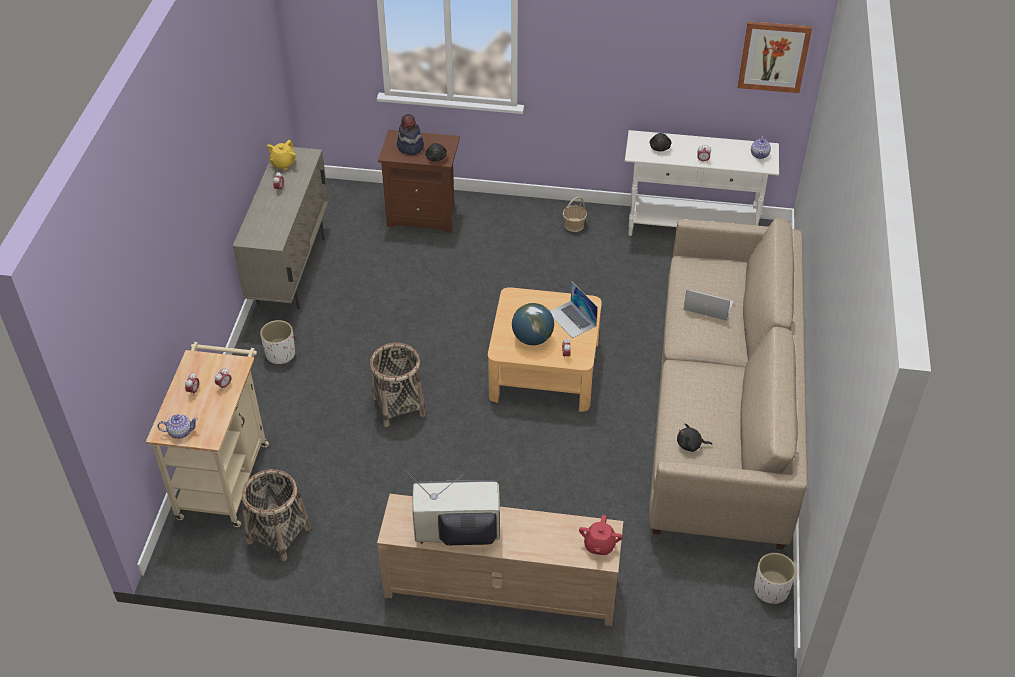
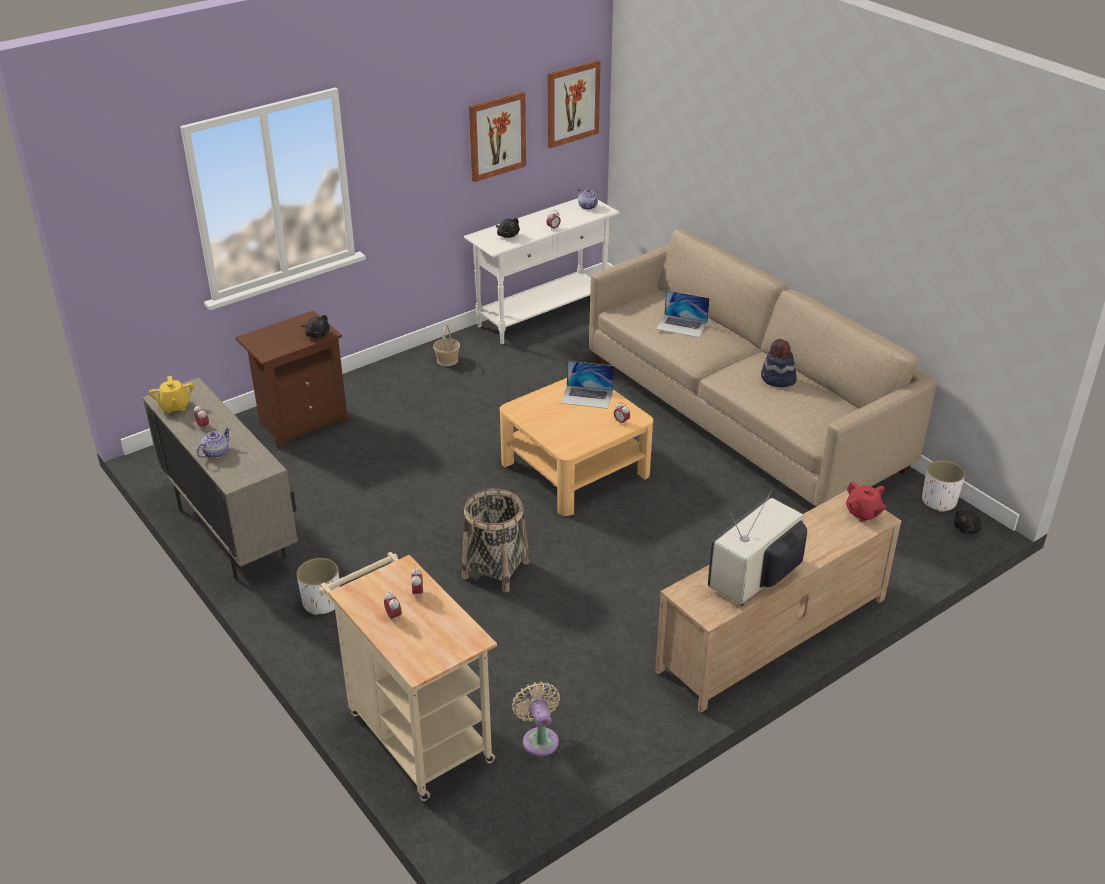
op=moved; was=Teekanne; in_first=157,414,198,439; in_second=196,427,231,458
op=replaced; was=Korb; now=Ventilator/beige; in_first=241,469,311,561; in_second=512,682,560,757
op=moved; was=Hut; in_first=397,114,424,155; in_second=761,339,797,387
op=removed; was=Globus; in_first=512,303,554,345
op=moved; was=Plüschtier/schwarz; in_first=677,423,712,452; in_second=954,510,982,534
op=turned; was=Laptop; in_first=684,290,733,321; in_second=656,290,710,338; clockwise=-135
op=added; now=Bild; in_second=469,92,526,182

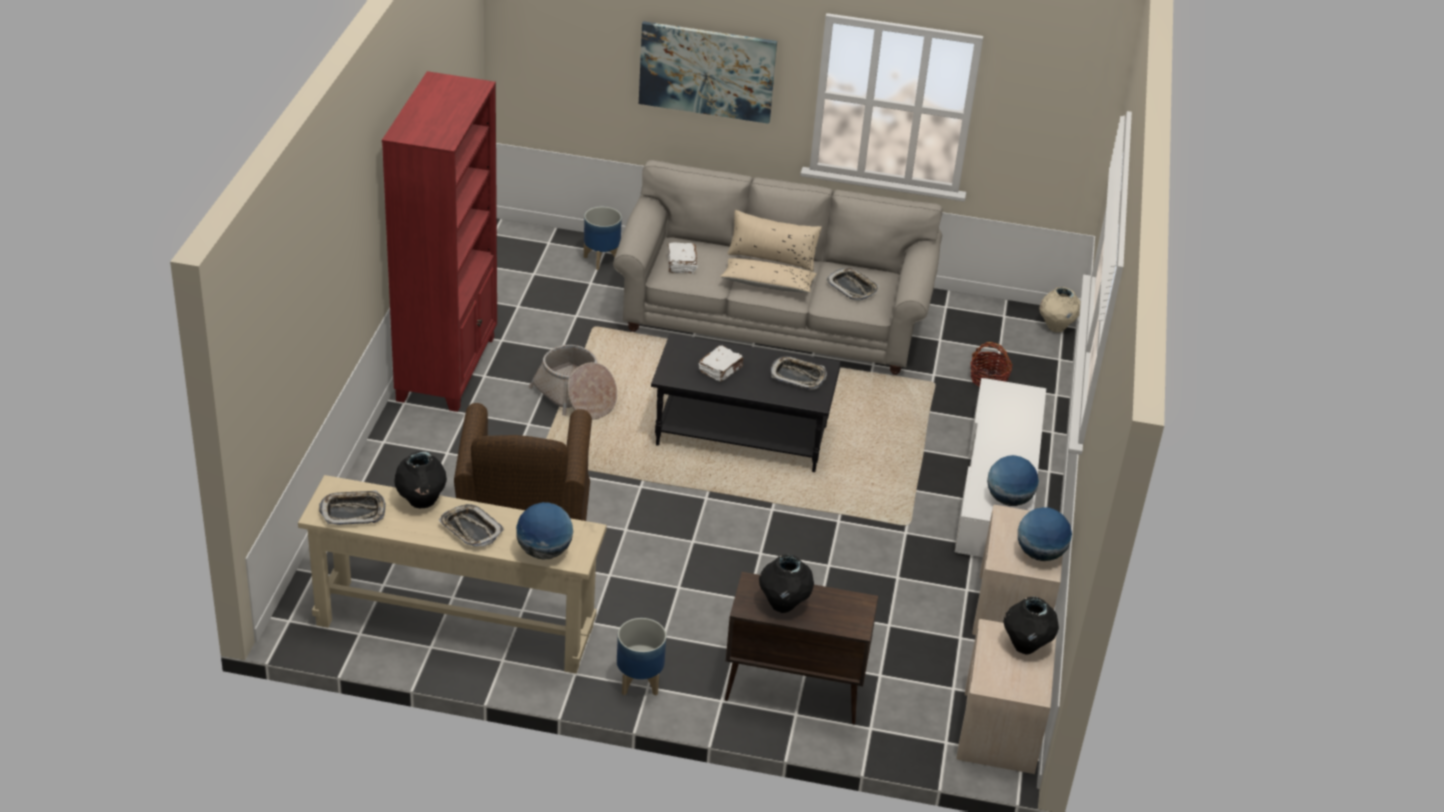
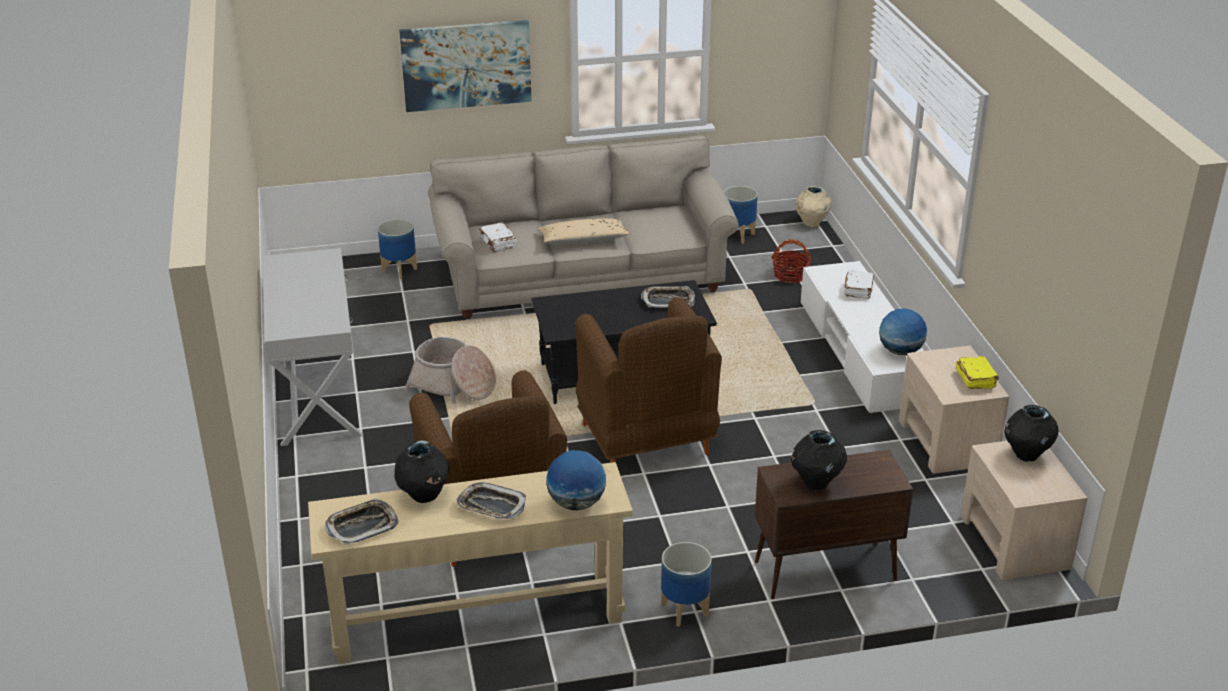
op=replaced; was=Bücherregal/rot; now=Konsolentisch/weiß; in_first=382,71,497,412; in_second=262,248,363,446
op=moved; was=Buch/weiß; in_first=699,345,743,381; in_second=844,270,874,299
op=removed; was=Kissen/beige; in_first=727,210,822,272
op=removed; was=Tablett; in_first=826,268,879,301
op=replaced; was=Globus; now=Buch/gelb; in_first=1018,507,1072,561; in_second=955,356,999,389
op=added; now=Sessel/braun; in_second=575,297,722,463
op=added; now=Pflanzkübel; in_second=724,186,758,244

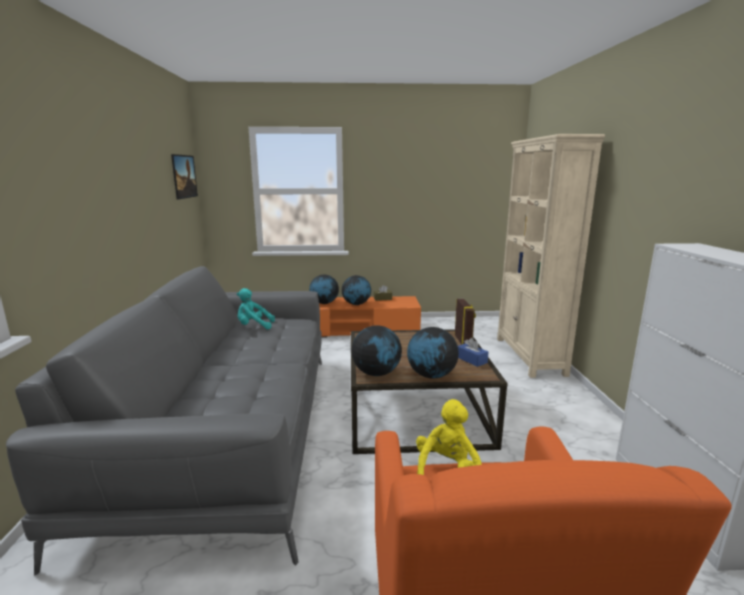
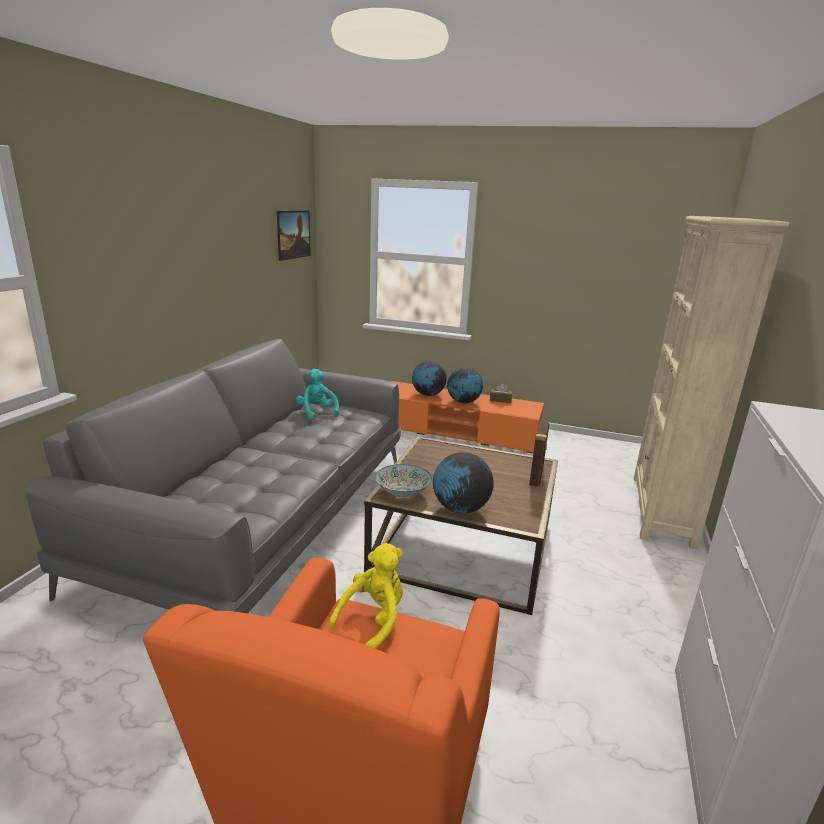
op=turned; was=Plüschtier/türkis; in_first=237,288,275,329; in_second=296,369,339,419; clockwise=45
op=replaced; was=Globus; now=Schüssel; in_first=352,325,402,376; in_second=375,464,432,497
op=removed; was=Taschentuchbox/blau; in_first=458,338,488,367

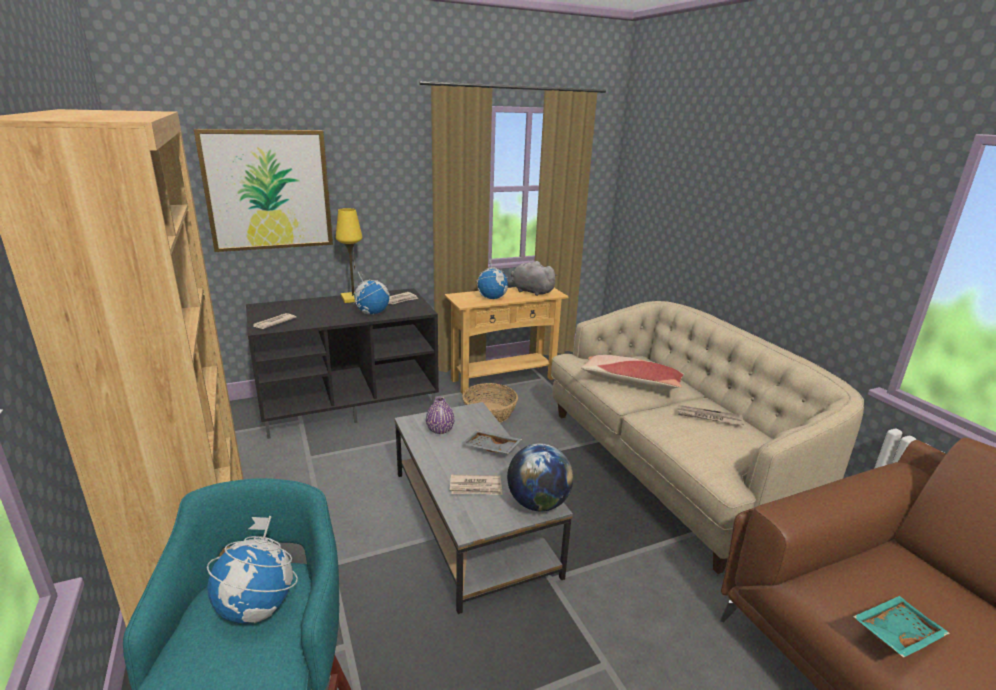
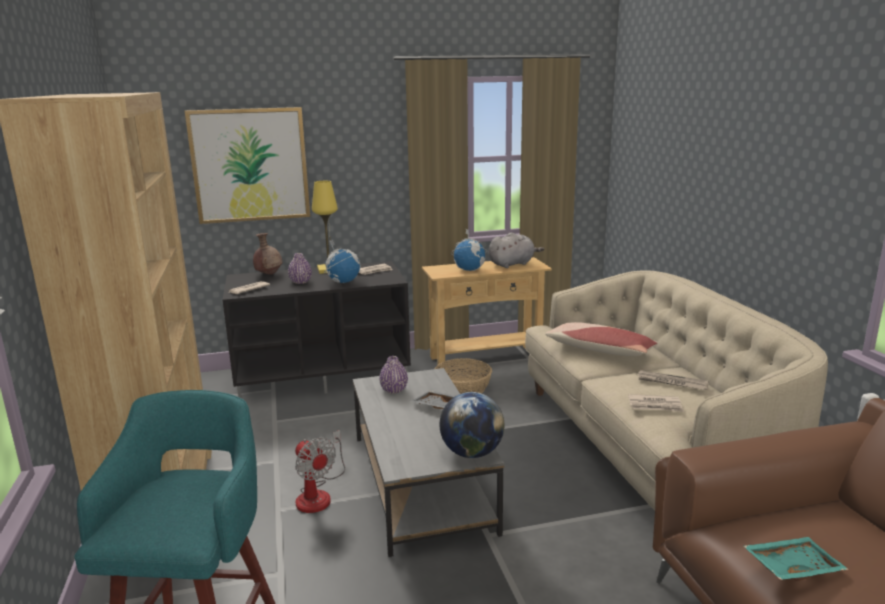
op=removed; was=Globus; in_first=207,516,298,623
op=moved; was=Zeitung; in_first=449,474,502,495; in_second=628,394,684,412
op=turned; was=Plüschtier/grau; in_first=511,261,558,296; in_second=489,232,544,268; clockwise=105
op=added; now=Vase/braun; in_second=253,233,283,275
op=added; now=Vase/lila; in_second=288,253,312,284
op=added; now=Ventilator; in_second=295,430,345,513

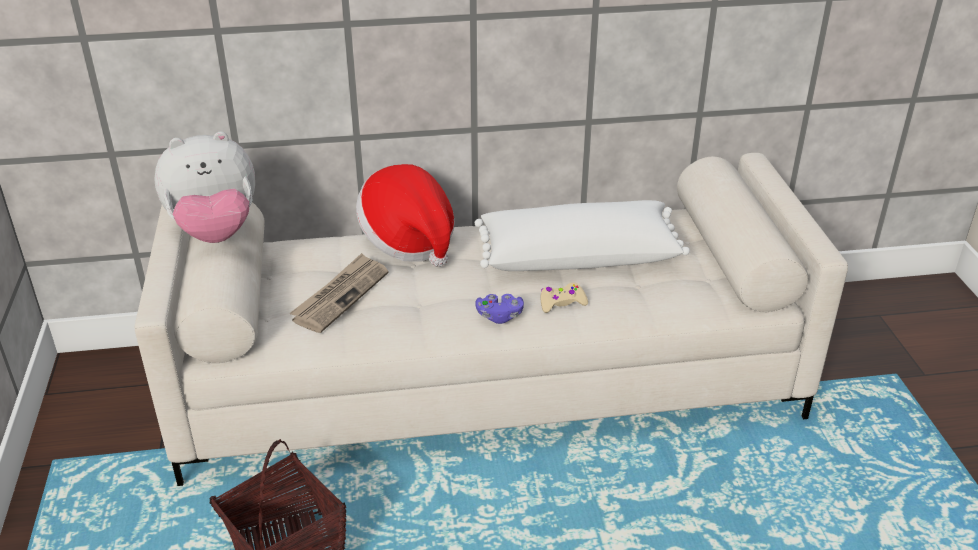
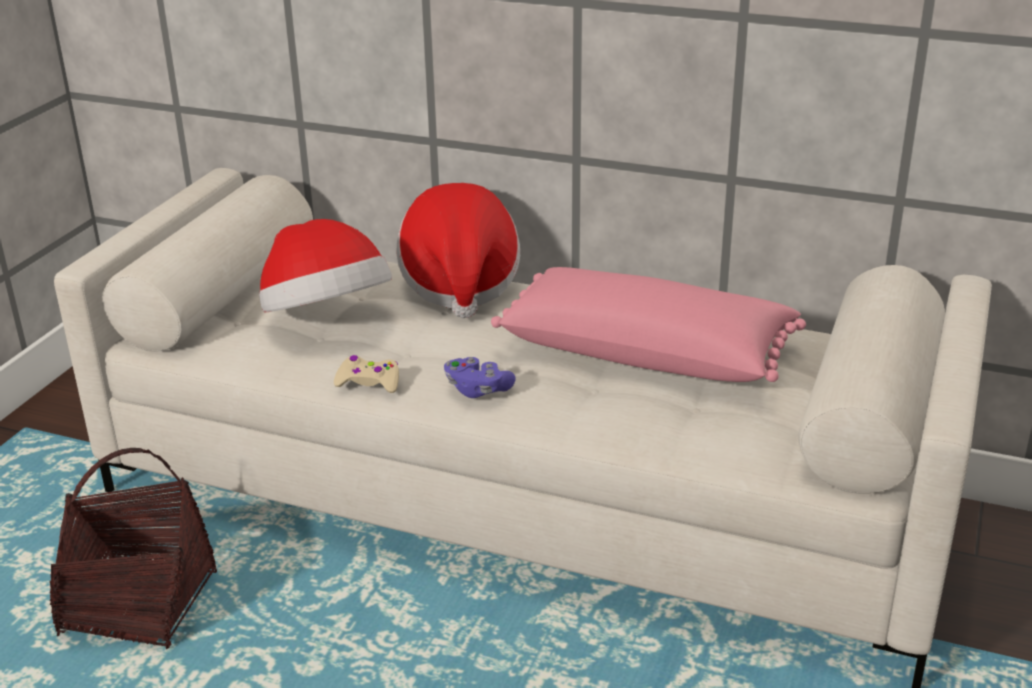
op=removed; was=Plüschtier; in_first=154,131,255,243
op=replaced; was=Zeitung; now=Hut; in_first=289,253,388,333; in_second=259,219,392,312
op=recoloured; was=Kissen/weiß; now=Kissen/rosa; in_first=475,200,690,271; in_second=491,267,806,382
op=moved; was=Gamepad/beige; in_first=541,283,588,313; in_second=334,355,399,393

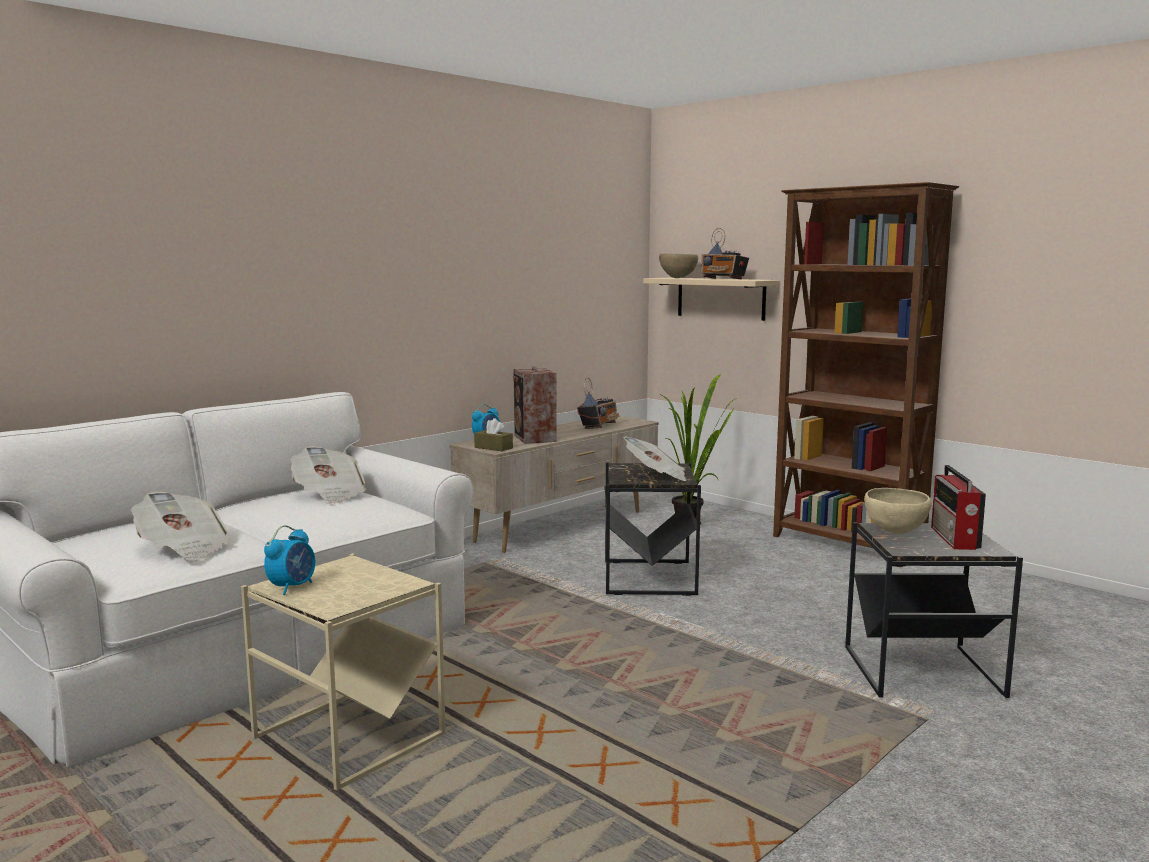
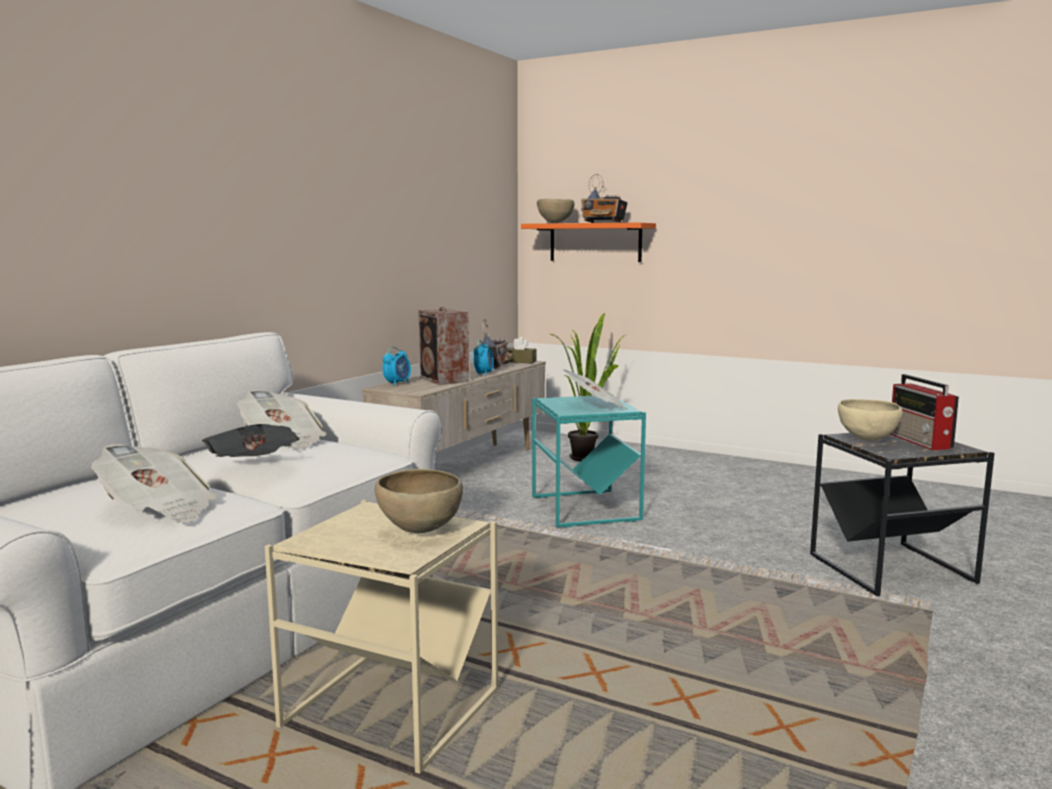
op=moved; was=Wecker; in_first=264,525,315,595; in_second=473,340,494,376
op=moved; was=Taschentuchbox/braun; in_first=474,418,513,451; in_second=508,337,536,363
op=recoloured; was=Beistelltisch/schwarz; now=Beistelltisch/türkis; in_first=605,462,701,596; in_second=532,394,646,527
op=recoloured; was=Wandregal/beige; now=Wandregal/orange; in_first=643,278,780,321; in_second=521,222,656,262
op=removed; was=Bücherregal/braun; in_first=773,182,959,567
op=added; now=Zeitung; in_second=202,424,299,457
op=added; now=Schüssel/braun; in_second=375,469,463,533

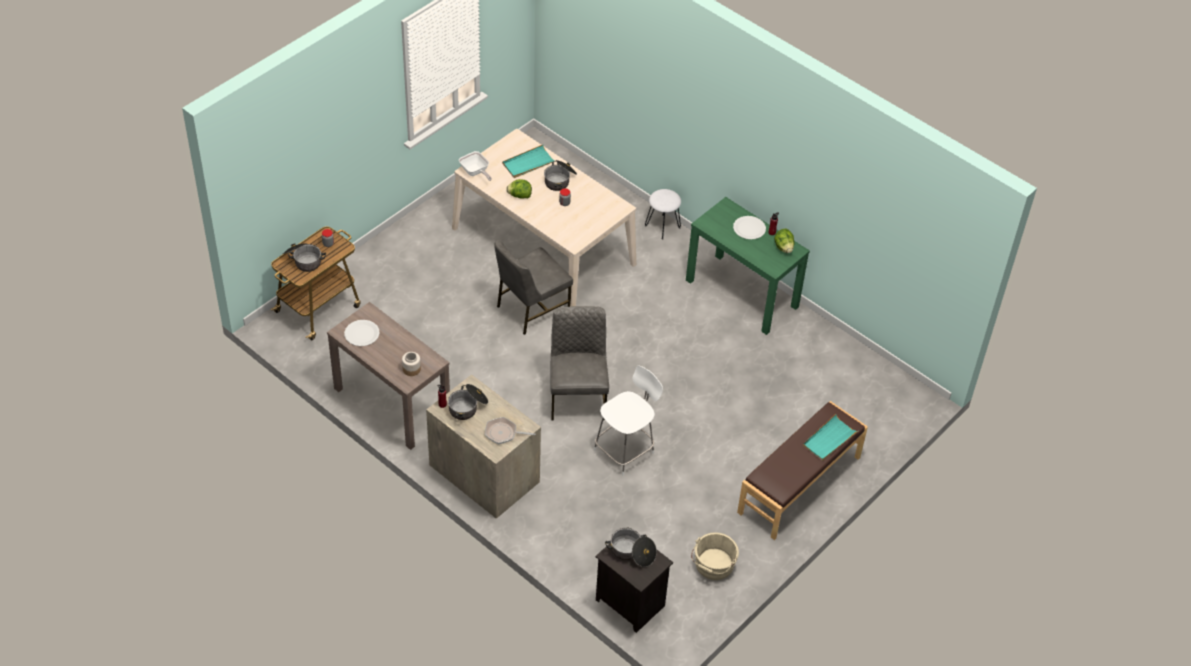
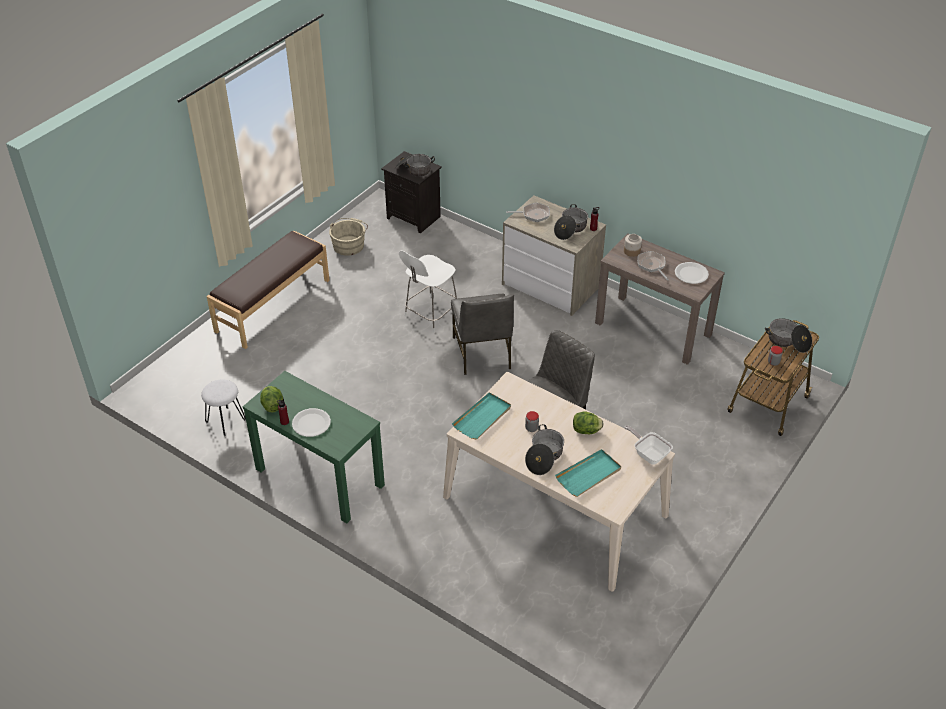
op=moved; was=Hocker/weiß; in_first=645,189,681,239; in_second=201,380,246,436
op=moved; was=Tablett/türkis; in_first=803,414,858,461; in_second=452,392,511,439
op=added; now=Pfanne; in_second=637,251,669,281

